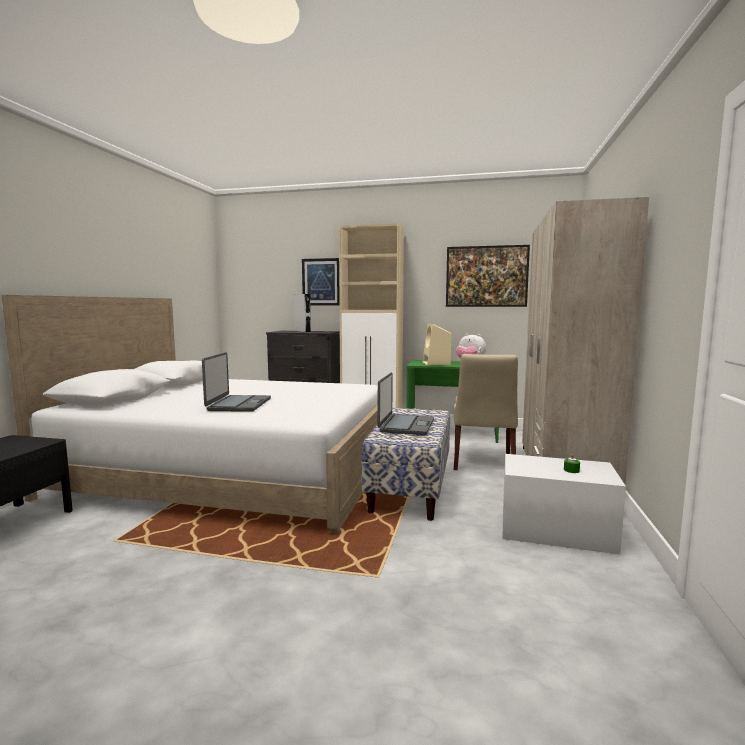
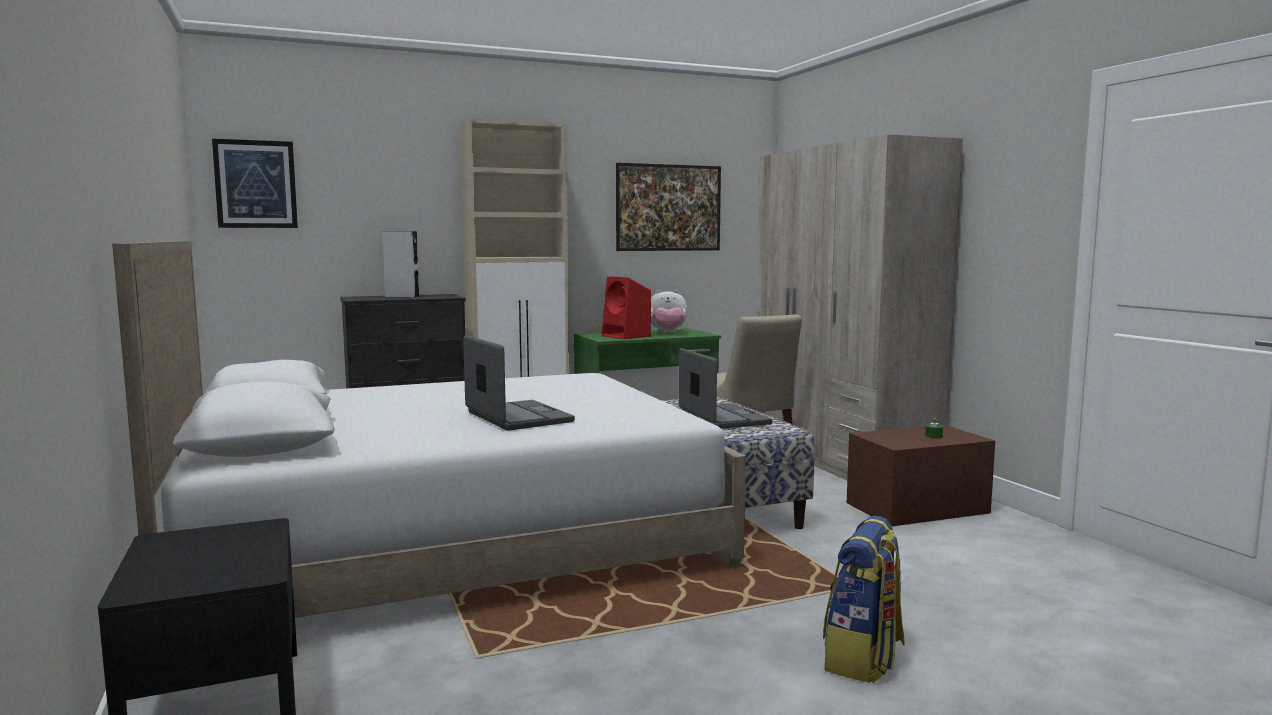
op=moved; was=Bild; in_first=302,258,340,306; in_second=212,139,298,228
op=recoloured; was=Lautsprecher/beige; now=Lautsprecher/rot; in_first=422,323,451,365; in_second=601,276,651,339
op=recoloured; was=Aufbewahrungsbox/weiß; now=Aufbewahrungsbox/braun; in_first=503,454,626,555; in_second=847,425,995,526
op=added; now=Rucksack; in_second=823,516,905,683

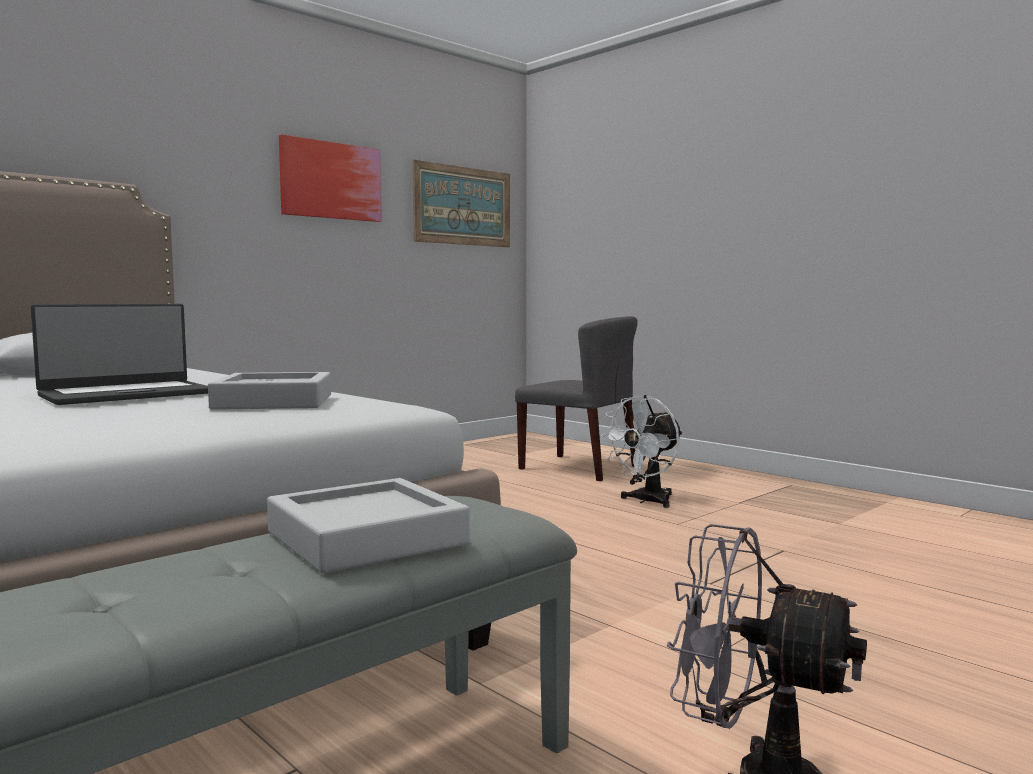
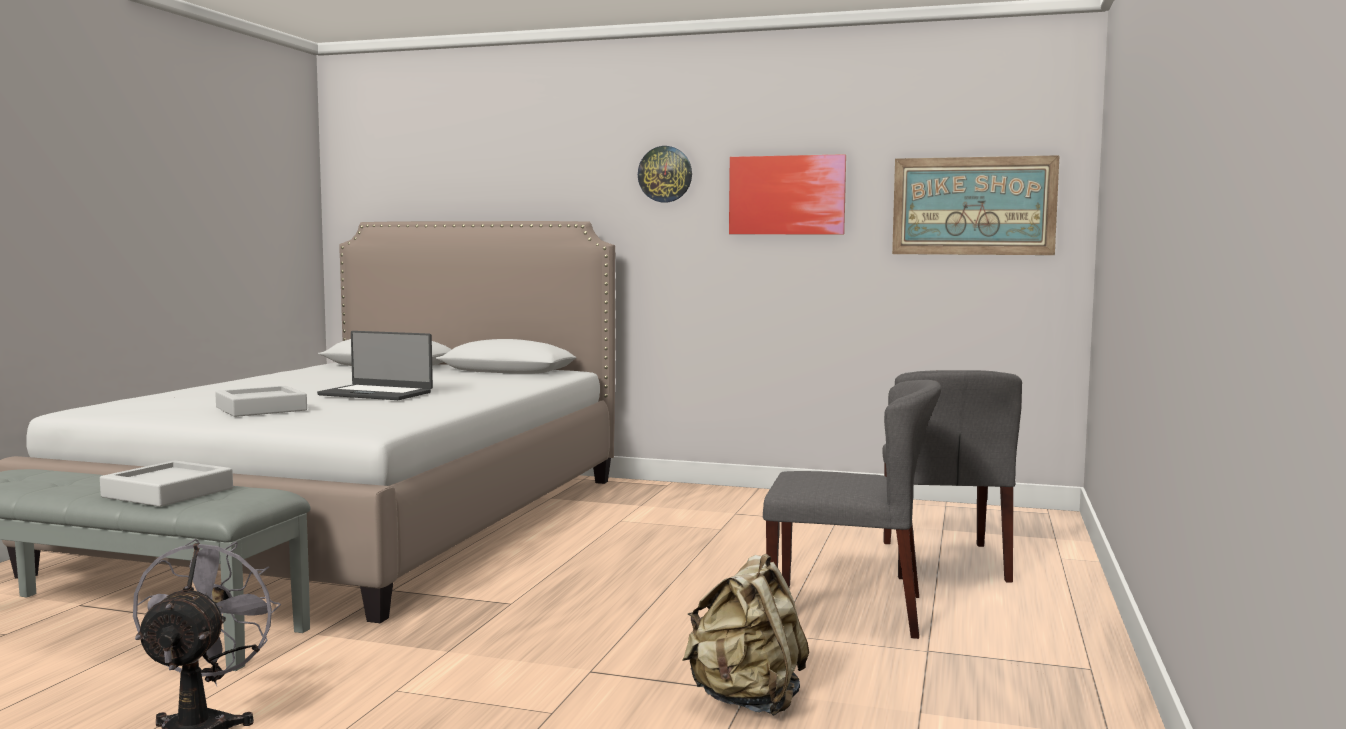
op=moved; was=Tablett/grau; in_first=208,372,331,410; in_second=215,386,307,417
op=replaced; was=Ventilator/weiß; now=Stuhl/grau; in_first=601,395,683,508; in_second=763,380,942,639
op=added; now=Wanduhr; in_second=638,146,692,202
op=added; now=Rucksack/beige; in_second=682,554,809,716

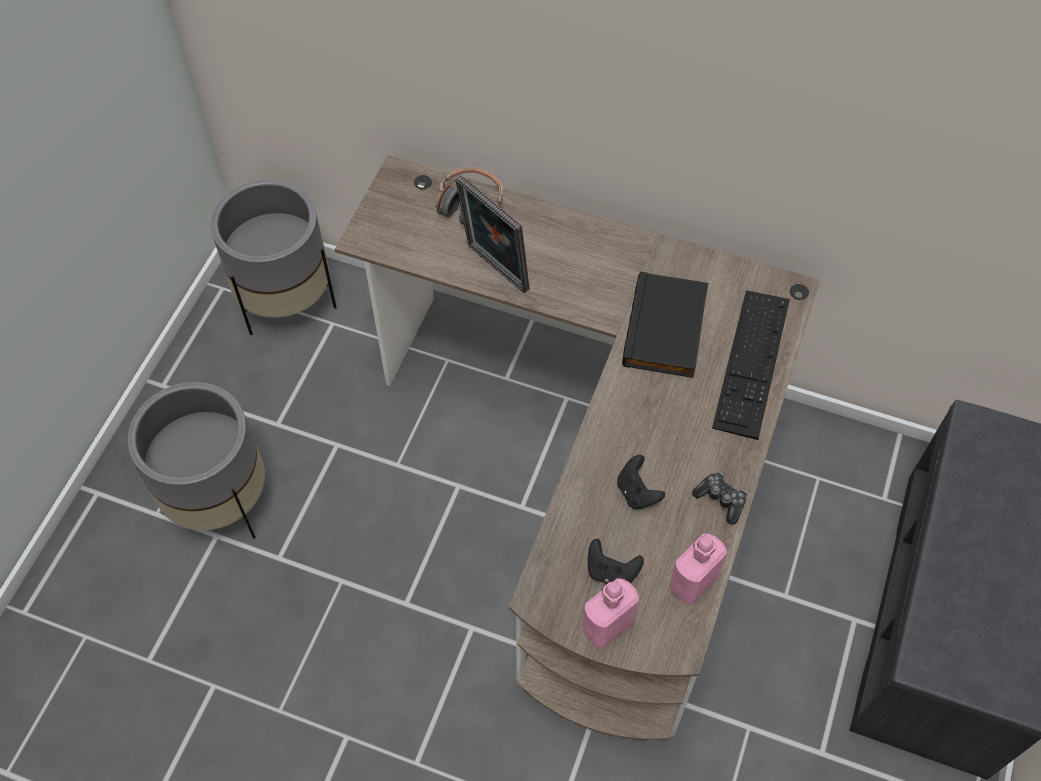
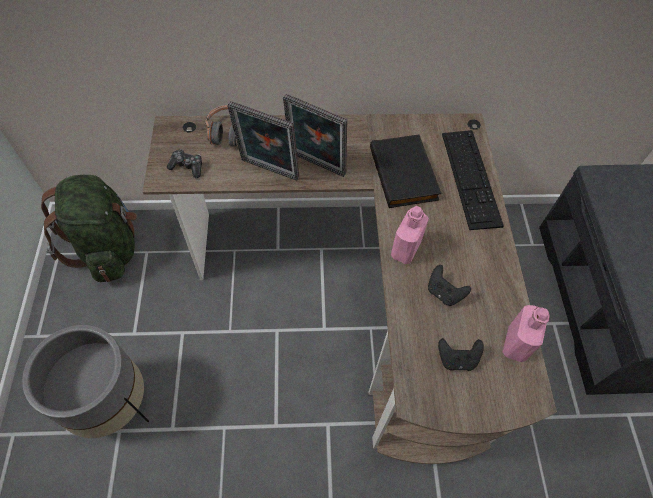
op=replaced; was=Pflanzkübel/grau; now=Rucksack/grün; in_first=211,179,337,335; in_second=41,175,137,282
op=moved; was=Flasche/rosa; in_first=583,578,639,649; in_second=391,206,429,264
op=moved; was=Gamepad; in_first=692,472,747,525; in_second=167,149,202,178
op=added; now=Bilderrahmen; in_second=283,94,347,177

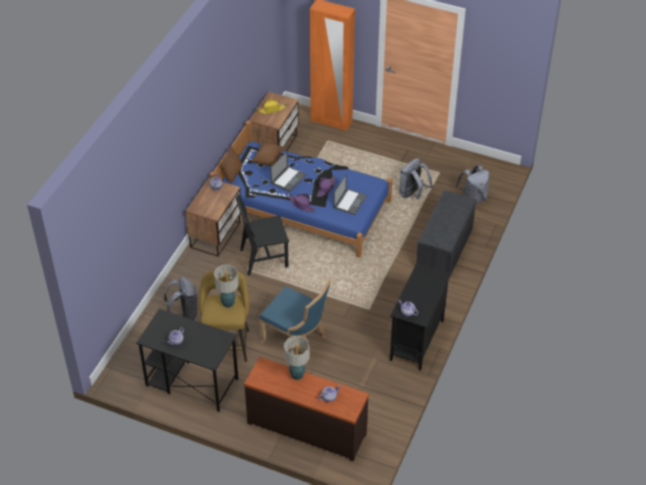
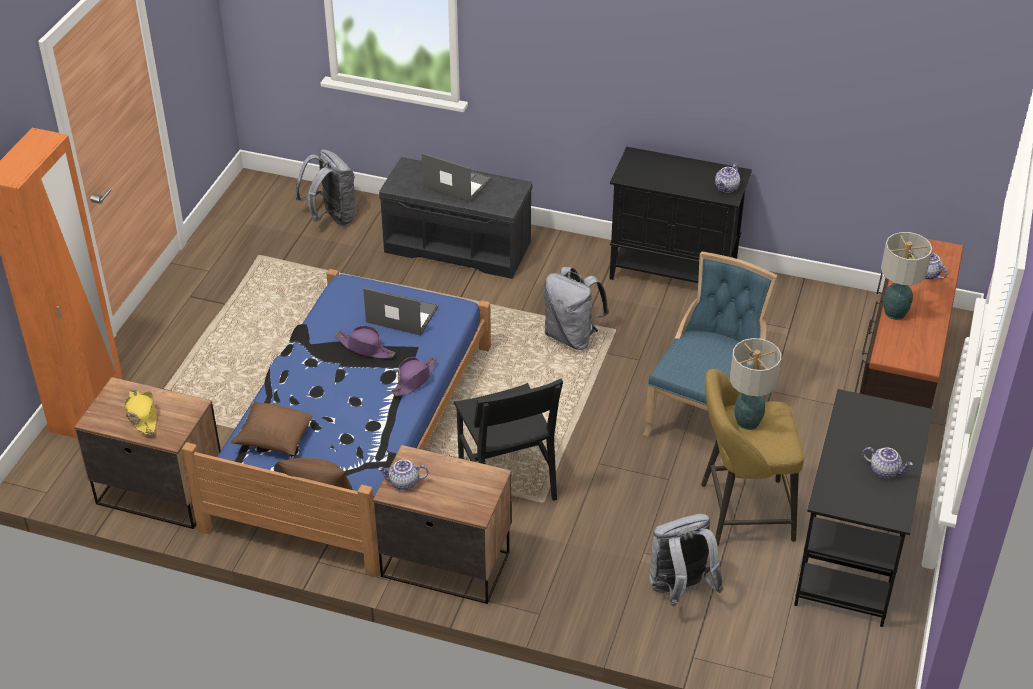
op=moved; was=Laptop; in_first=270,151,306,192; in_second=422,153,491,202
op=moved; was=Rucksack/grau; in_first=399,158,433,199; in_second=544,267,609,350

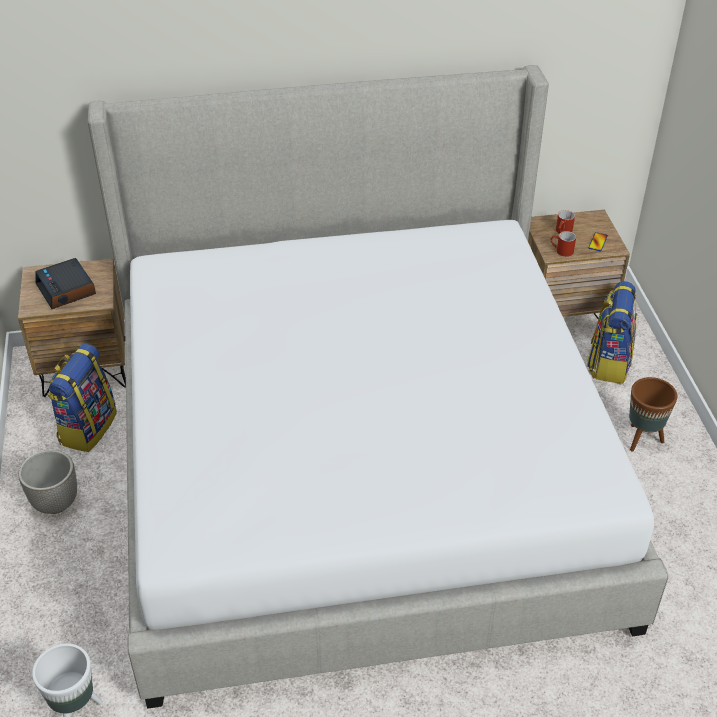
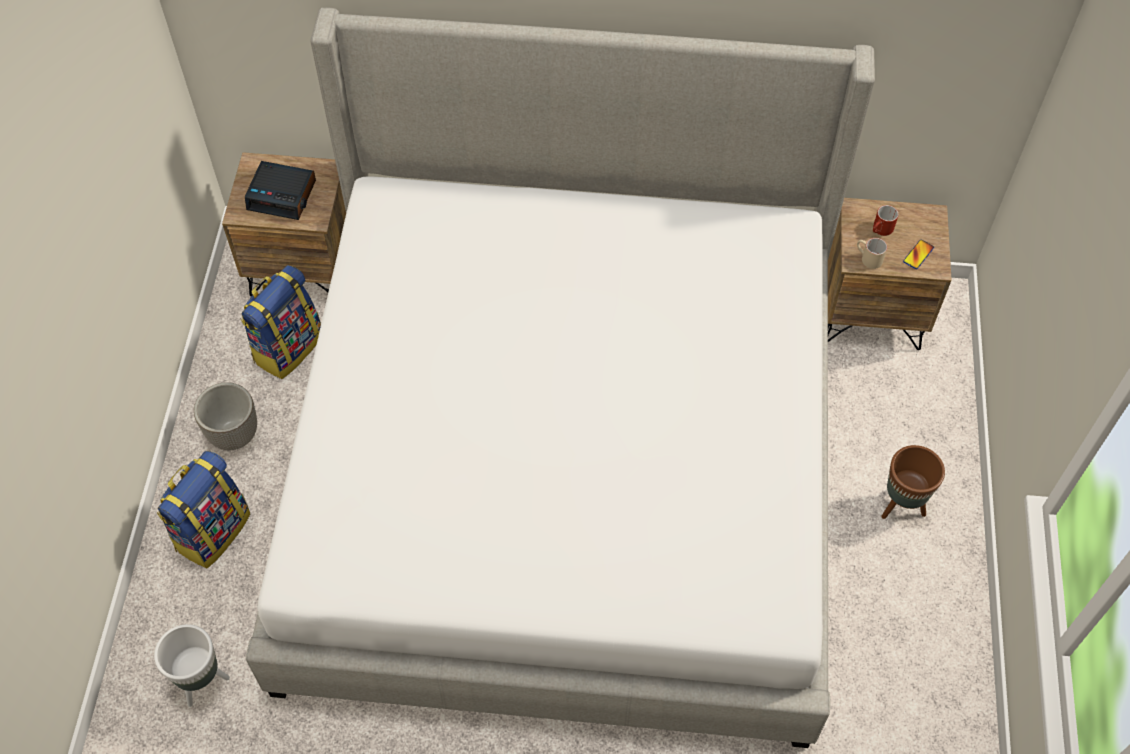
op=turned; was=Wecker; in_first=35,258,96,309; in_second=245,161,316,220; clockwise=-60
op=recoloured; was=Henkelbecher/rot; now=Henkelbecher/beige; in_first=551,231,576,257; in_second=857,238,887,269
op=moved; was=Rucksack; in_first=587,281,637,384; in_second=157,451,250,568

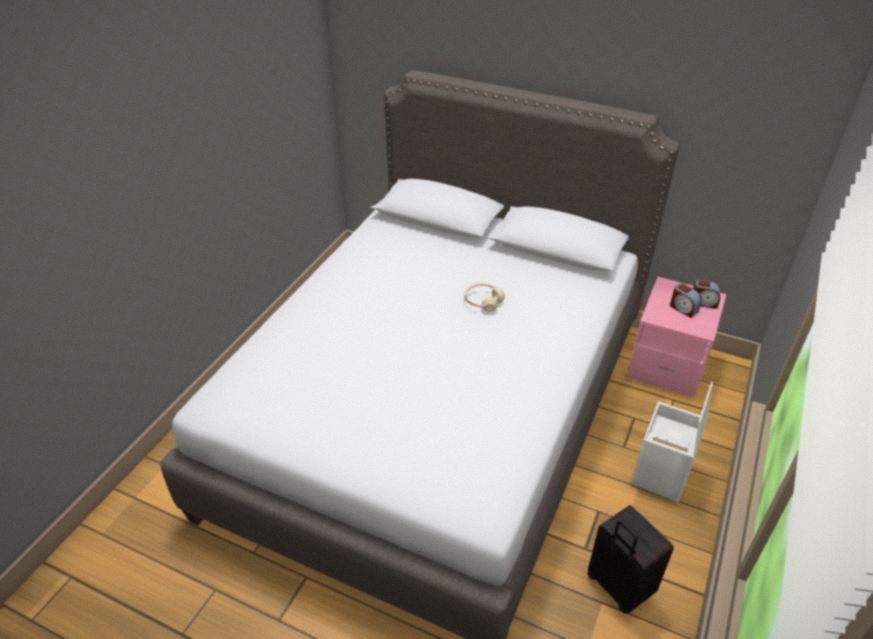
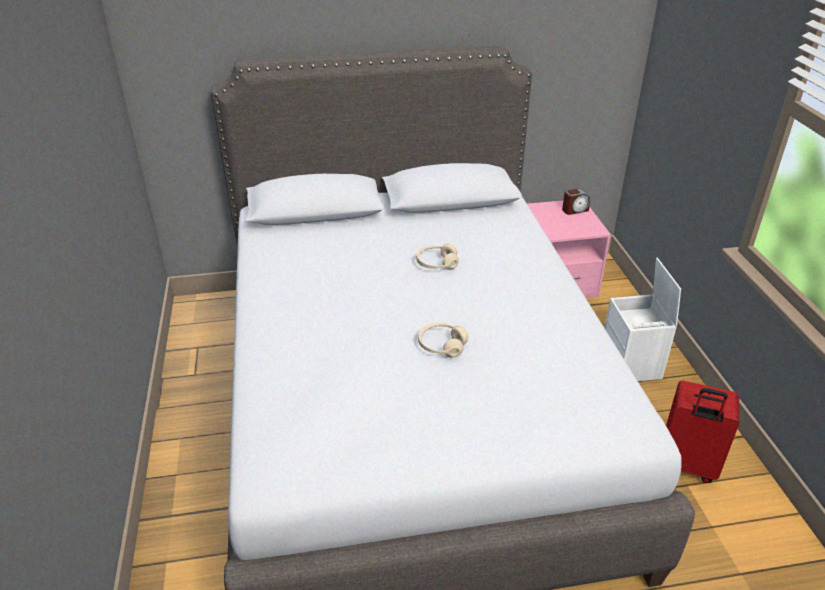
op=recoloured; was=Koffer/schwarz; now=Koffer/rot; in_first=587,505,674,613; in_second=666,381,739,483
op=removed; was=Wecker; in_first=670,283,702,318
op=added; now=Kopfhörer/beige; in_second=418,323,468,357

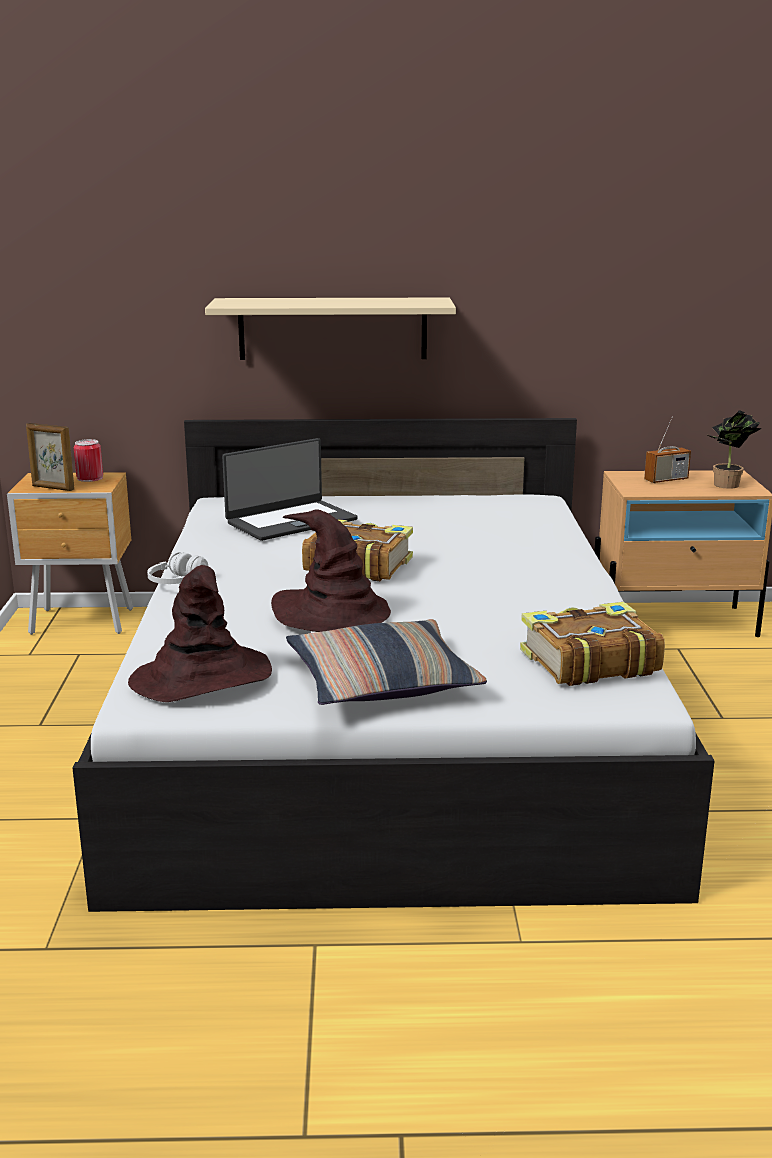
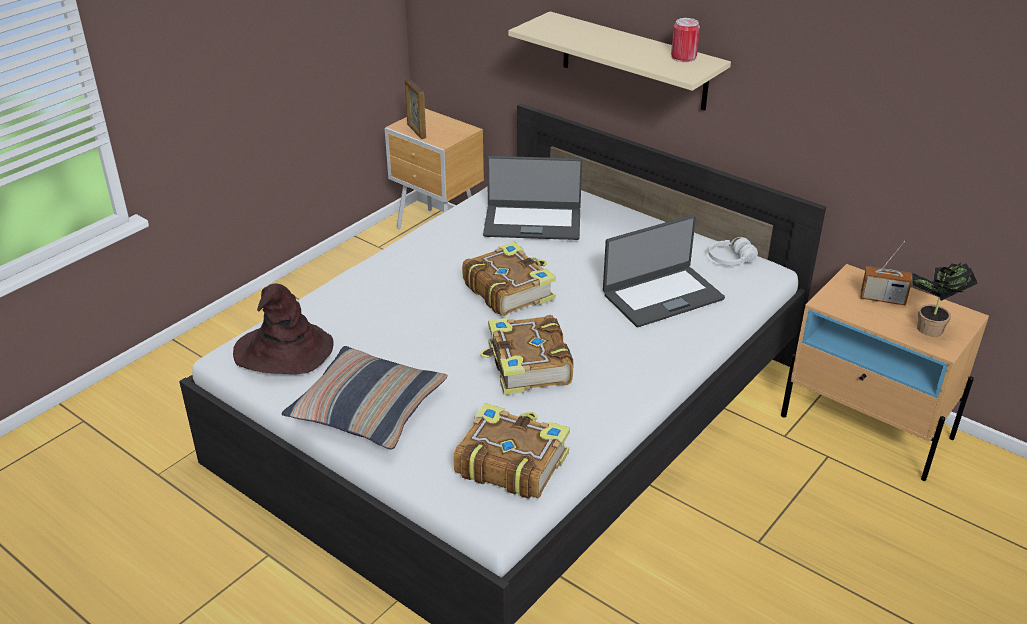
op=moved; was=Dose; in_first=74,439,103,482; in_second=671,18,700,62
op=moved; was=Kopfhörer/weiß; in_first=147,552,208,584; in_second=709,237,758,265
op=removed; was=Hut/braun; in_first=271,509,391,632
op=added; now=Buch; in_second=480,315,574,395
op=added; now=Laptop; in_second=603,215,725,327

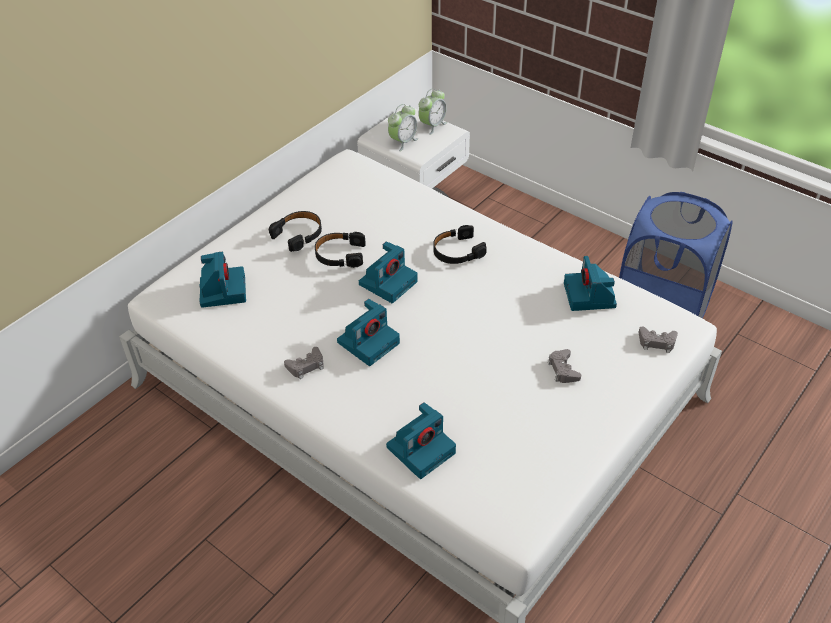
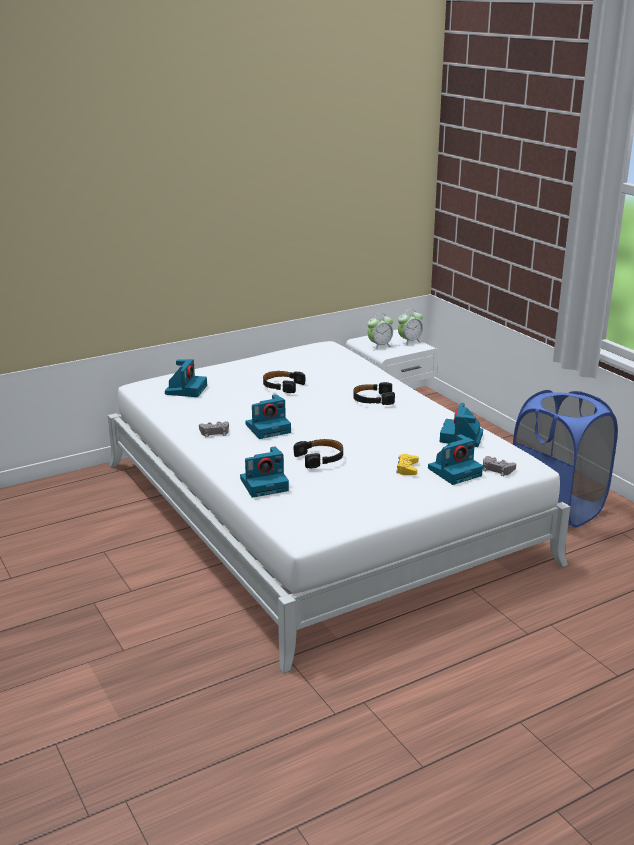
op=moved; was=Kopfhörer/schwarz; in_first=269,211,322,252; in_second=294,439,343,468
op=moved; was=Kamera; in_first=359,241,417,303; in_second=428,434,483,485
op=recoloured; was=Gamepad/grau; now=Gamepad/gelb; in_first=548,349,581,383; in_second=396,454,419,475

